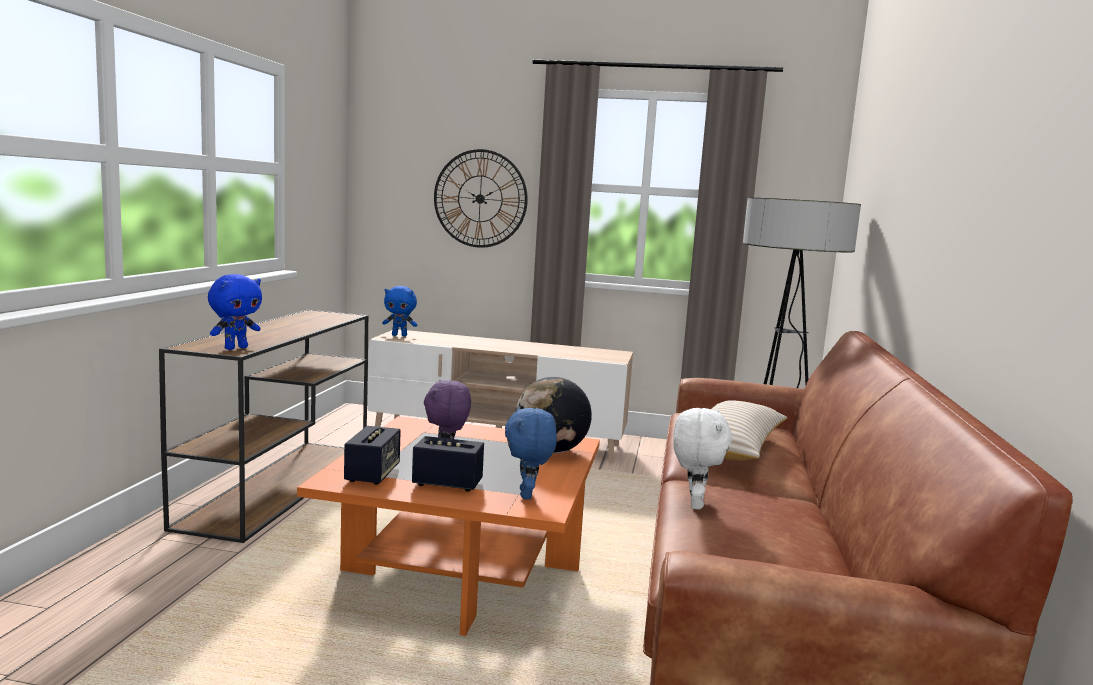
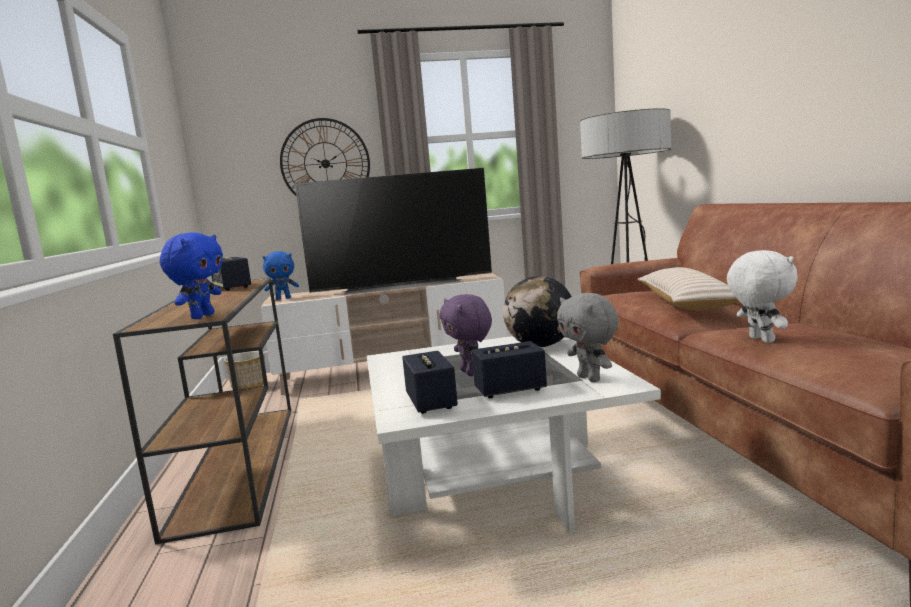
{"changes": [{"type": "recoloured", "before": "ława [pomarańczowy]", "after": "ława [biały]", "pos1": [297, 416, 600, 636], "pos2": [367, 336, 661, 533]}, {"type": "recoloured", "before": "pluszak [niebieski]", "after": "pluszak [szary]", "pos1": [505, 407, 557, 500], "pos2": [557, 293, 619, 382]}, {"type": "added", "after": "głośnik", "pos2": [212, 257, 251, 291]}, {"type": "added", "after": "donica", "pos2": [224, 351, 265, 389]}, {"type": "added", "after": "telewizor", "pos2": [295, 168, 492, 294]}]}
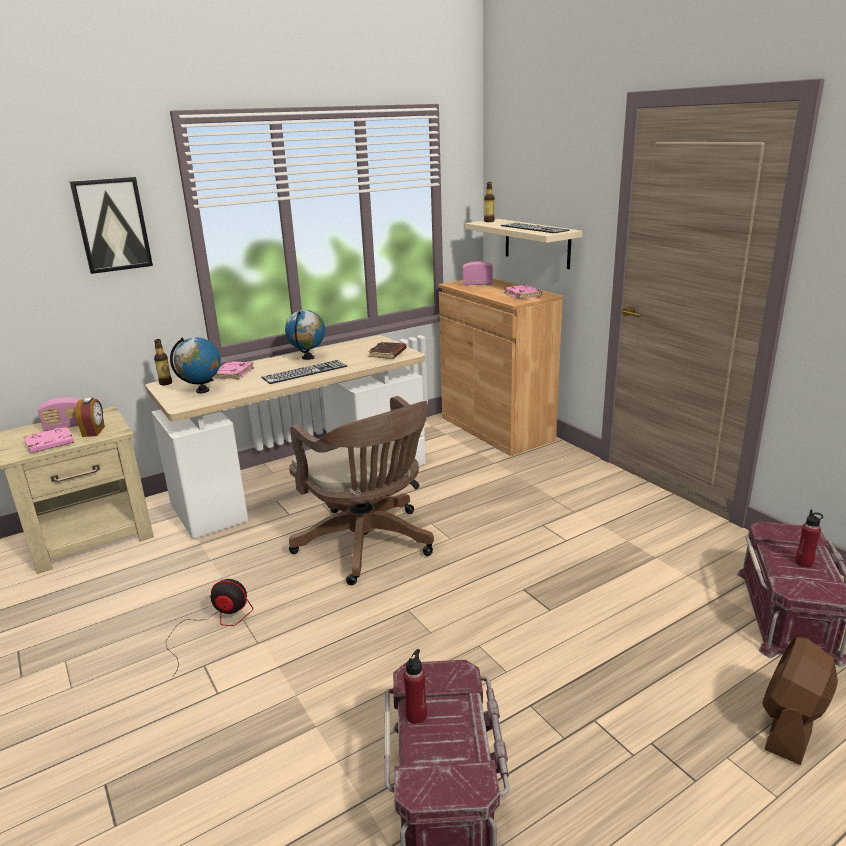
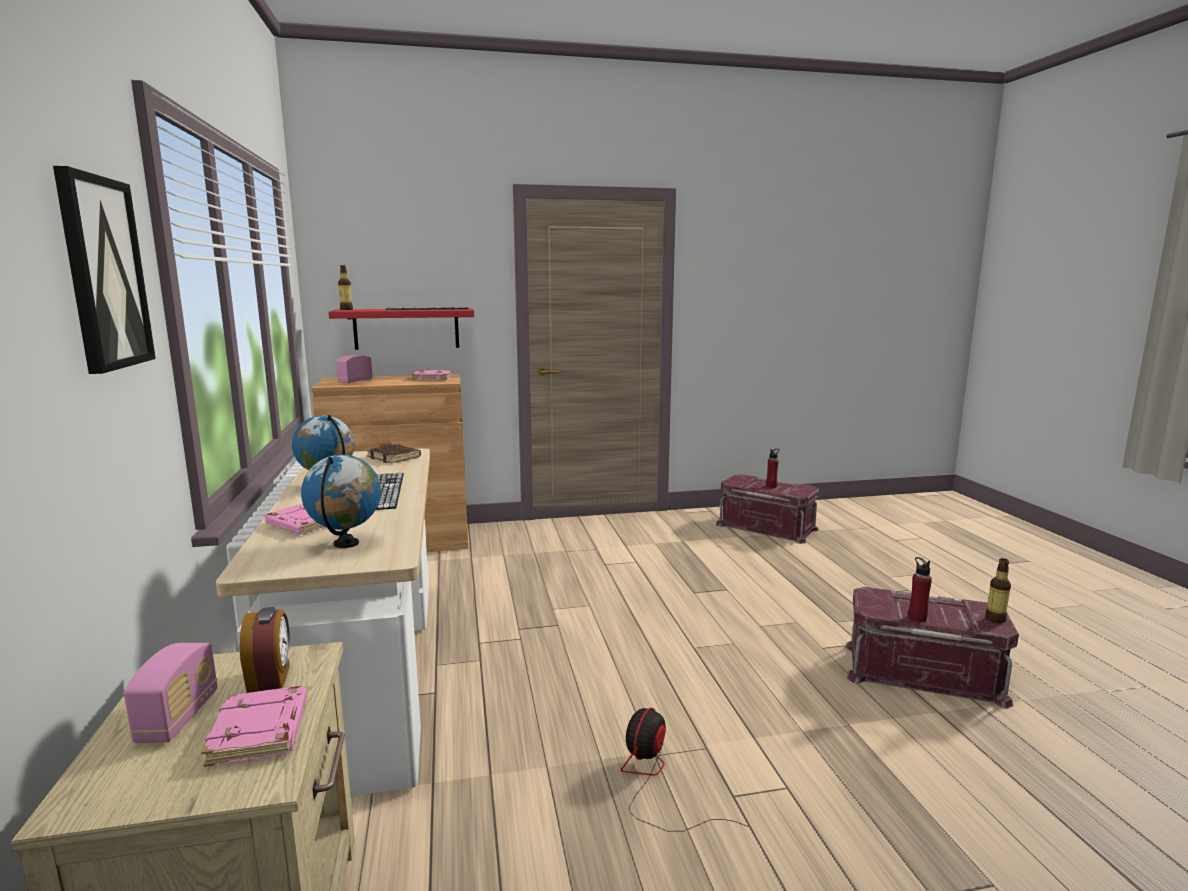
{"changes": [{"type": "turned", "before": "budzik", "pos1": [75, 397, 105, 437], "pos2": [240, 607, 290, 693], "turn": 60}, {"type": "moved", "before": "butelka", "pos1": [154, 339, 172, 385], "pos2": [985, 558, 1011, 624]}, {"type": "removed", "before": "krzesło biurowe [brązowy]", "pos1": [289, 396, 434, 585]}, {"type": "recoloured", "before": "półka [beżowy]", "after": "półka [czerwony]", "pos1": [465, 219, 582, 269], "pos2": [328, 308, 474, 350]}, {"type": "removed", "before": "wentylator [brązowy]", "pos1": [762, 637, 838, 765]}]}
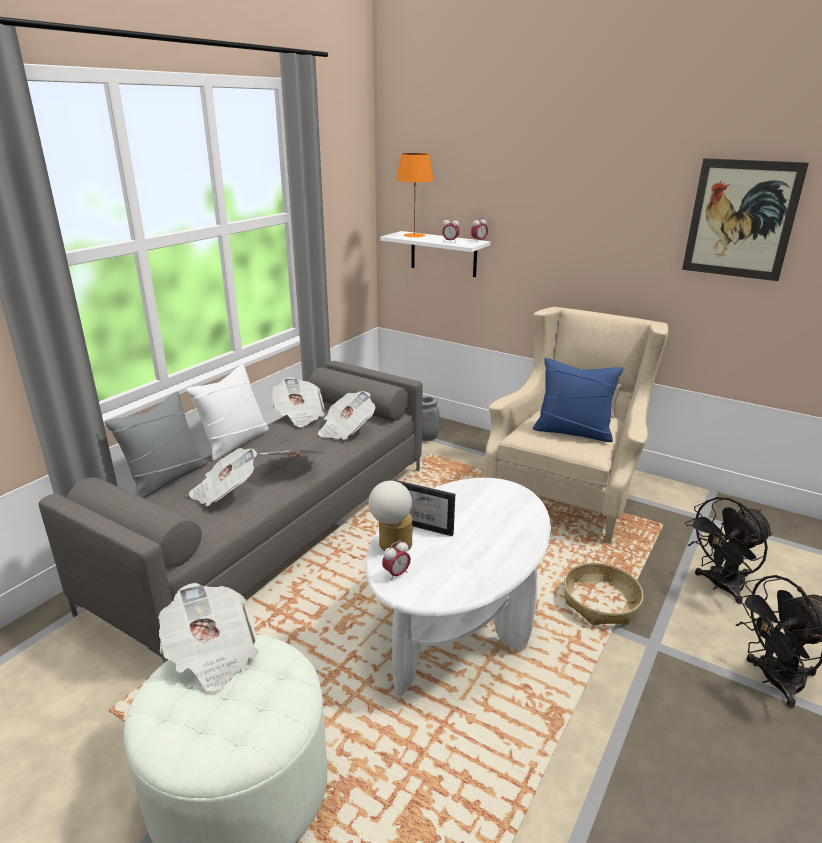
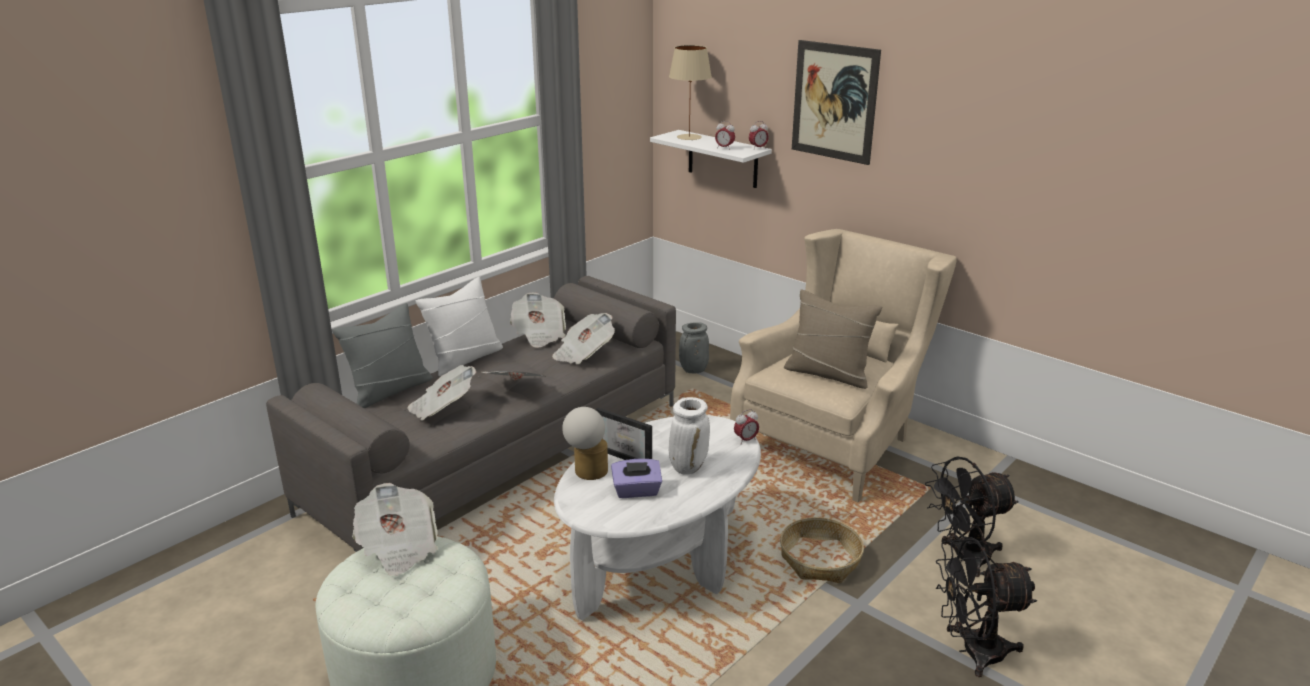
{"changes": [{"type": "moved", "before": "budzik", "pos1": [382, 540, 411, 581], "pos2": [734, 409, 759, 443]}, {"type": "recoloured", "before": "lampa stołowa [pomarańczowy]", "after": "lampa stołowa [beżowy]", "pos1": [396, 153, 434, 237], "pos2": [669, 45, 712, 140]}, {"type": "recoloured", "before": "poduszka [niebieski]", "after": "poduszka [beżowy]", "pos1": [533, 358, 623, 442], "pos2": [784, 290, 882, 389]}, {"type": "moved", "before": "obraz", "pos1": [682, 158, 809, 281], "pos2": [792, 40, 881, 165]}, {"type": "added", "after": "pudełko chusteczek [fioletowy]", "pos2": [611, 459, 662, 498]}, {"type": "added", "after": "wazon [biały]", "pos2": [669, 397, 710, 475]}]}
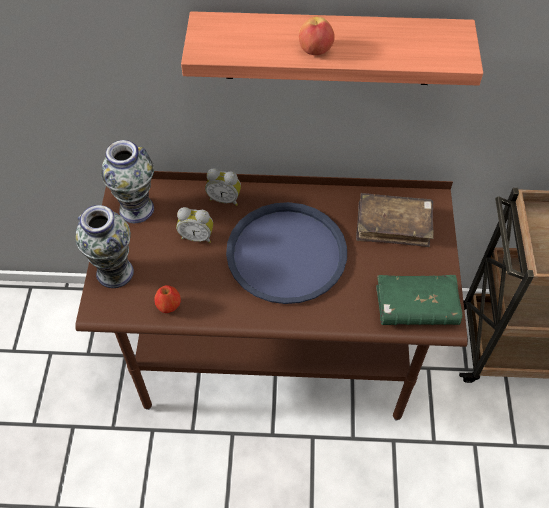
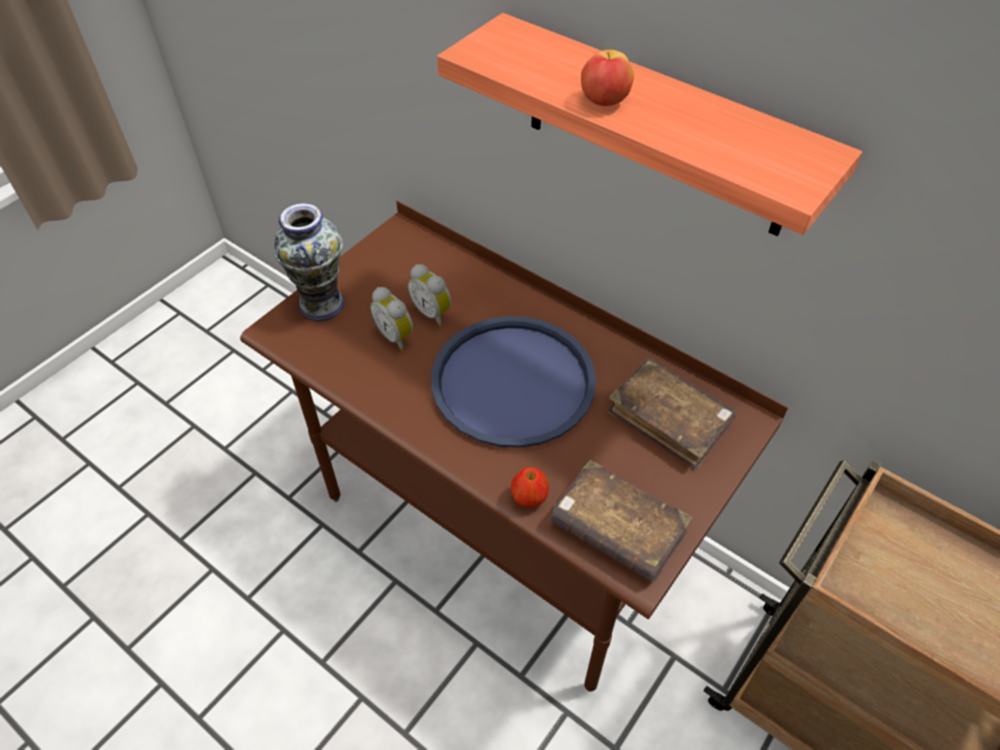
{"changes": [{"type": "removed", "before": "wazon", "pos1": [101, 140, 154, 223]}, {"type": "moved", "before": "jabłko", "pos1": [154, 285, 181, 313], "pos2": [511, 467, 549, 507]}, {"type": "moved", "before": "budzik", "pos1": [205, 168, 241, 206], "pos2": [370, 287, 413, 351]}, {"type": "recoloured", "before": "książka [zielony]", "after": "książka [brązowy]", "pos1": [376, 275, 462, 325], "pos2": [551, 460, 692, 582]}]}
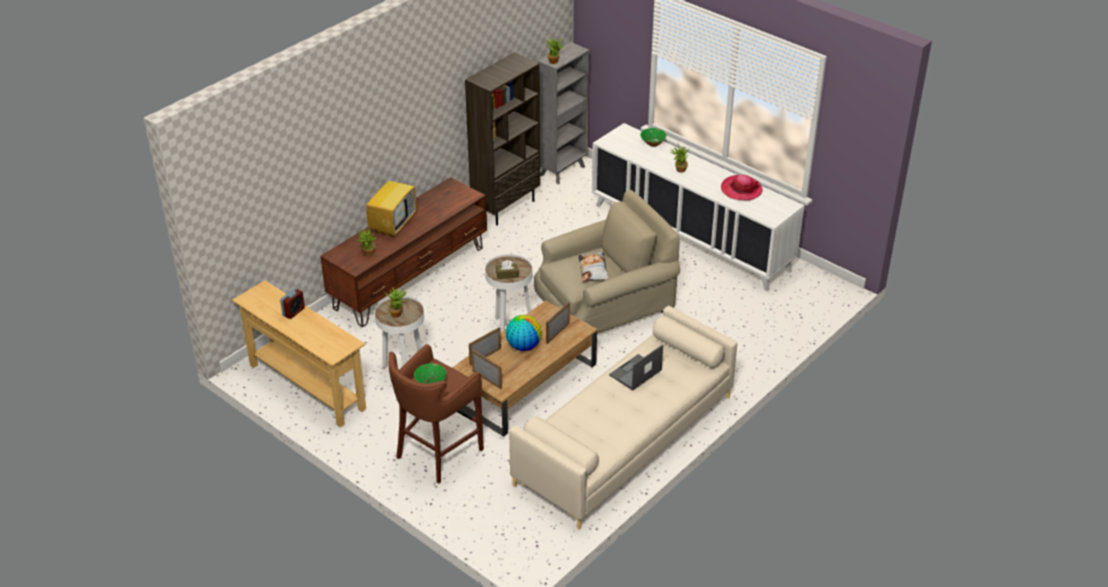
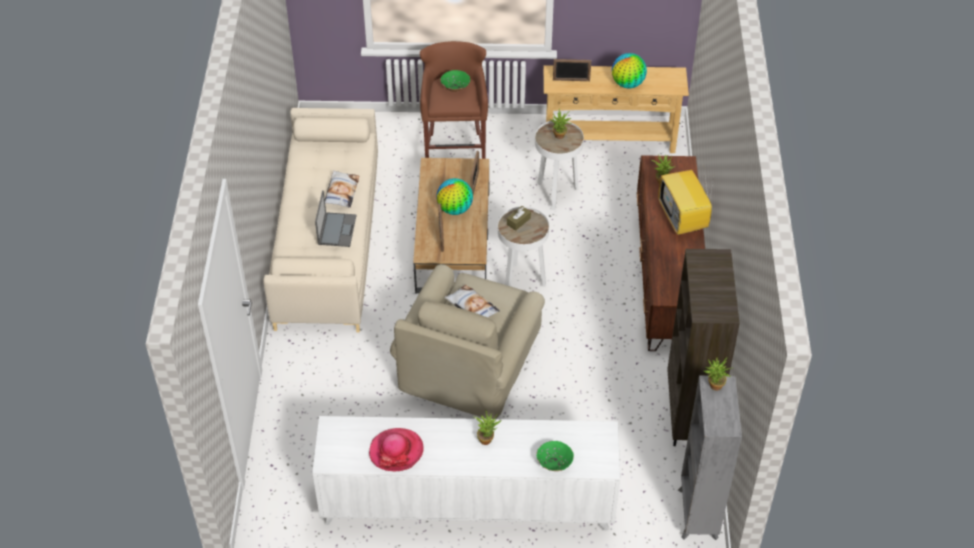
{"changes": [{"type": "replaced", "before": "budzik", "after": "globus", "pos1": [280, 288, 305, 319], "pos2": [612, 53, 647, 88]}, {"type": "moved", "before": "ramka na zdjęcie", "pos1": [472, 350, 502, 389], "pos2": [553, 59, 591, 81]}, {"type": "added", "after": "poduszka", "pos2": [325, 170, 359, 208]}]}
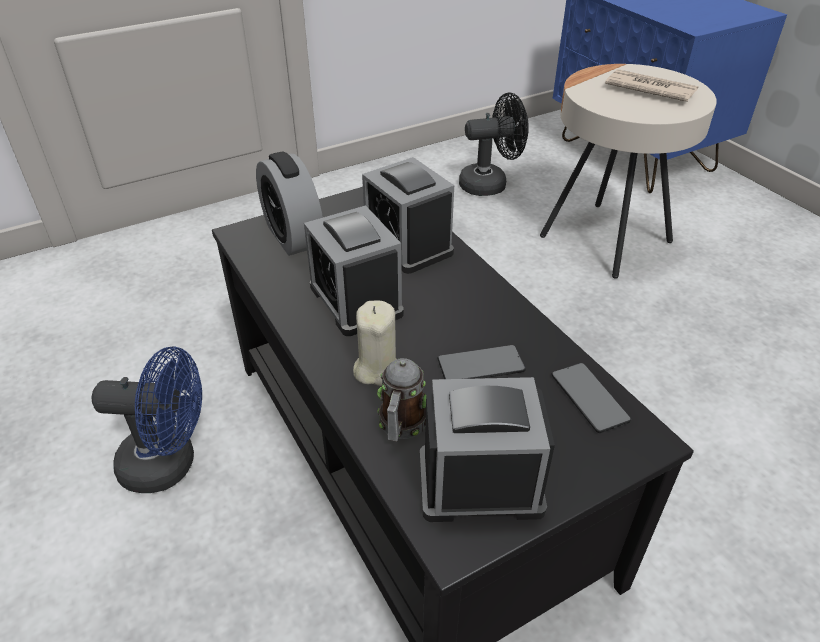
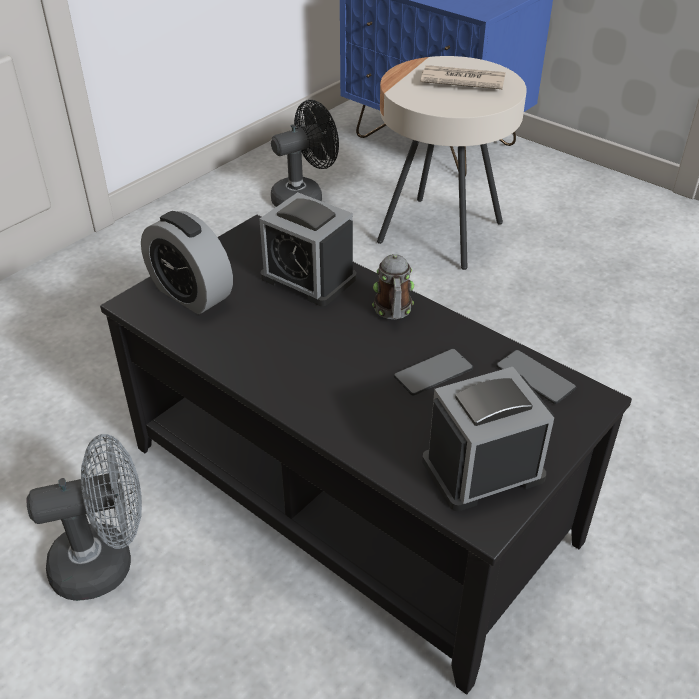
{"changes": [{"type": "recoloured", "before": "wentylator [niebieski]", "after": "wentylator [szary]", "pos1": [92, 346, 202, 493], "pos2": [26, 434, 142, 601]}, {"type": "removed", "before": "budzik", "pos1": [304, 205, 404, 336]}, {"type": "removed", "before": "świeca [beżowy]", "pos1": [353, 301, 396, 386]}, {"type": "moved", "before": "kubek", "pos1": [377, 358, 426, 442], "pos2": [372, 254, 414, 319]}]}
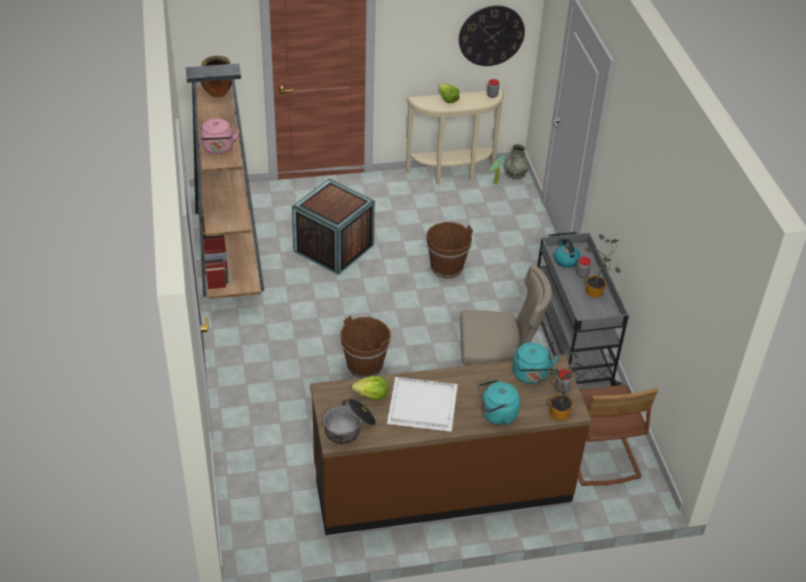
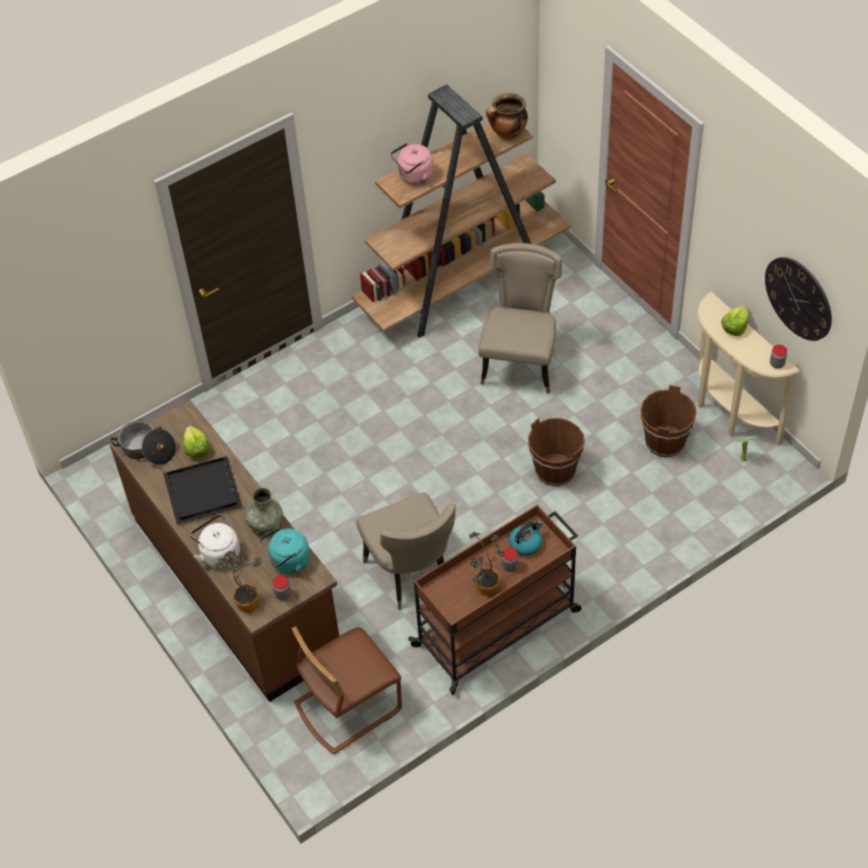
{"changes": [{"type": "replaced", "before": "skrzynka", "after": "krzesło [beżowy]", "pos1": [292, 179, 375, 275], "pos2": [478, 243, 562, 394]}, {"type": "moved", "before": "wiadro [brązowy]", "pos1": [340, 315, 391, 378], "pos2": [640, 385, 697, 457]}, {"type": "recoloured", "before": "taca [biały]", "after": "taca [czarny]", "pos1": [387, 377, 458, 432], "pos2": [163, 456, 242, 525]}, {"type": "recoloured", "before": "czajnik [turkusowy]", "after": "czajnik [biały]", "pos1": [478, 379, 520, 425], "pos2": [190, 514, 240, 568]}, {"type": "moved", "before": "wazon [szary]", "pos1": [504, 144, 529, 179], "pos2": [244, 488, 283, 535]}, {"type": "recoloured", "before": "wózek [szary]", "after": "wózek [brązowy]", "pos1": [537, 232, 629, 386], "pos2": [408, 505, 581, 695]}]}
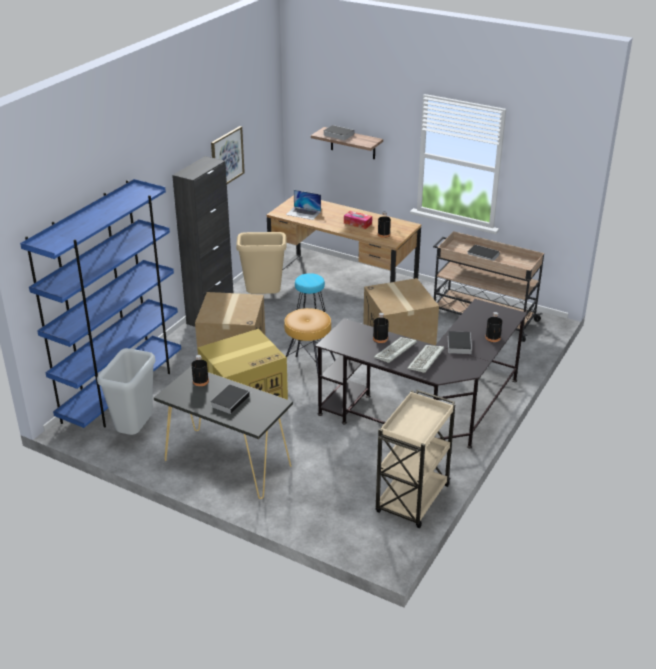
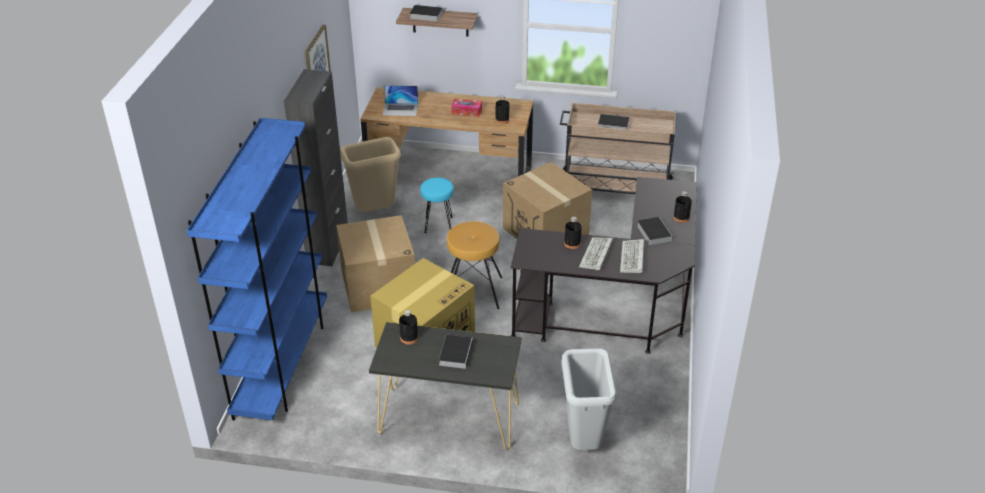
{"changes": [{"type": "moved", "before": "kosz na śmieci [szary]", "pos1": [97, 348, 156, 435], "pos2": [561, 349, 617, 450]}, {"type": "removed", "before": "wózek [beżowy]", "pos1": [376, 390, 455, 528]}]}
